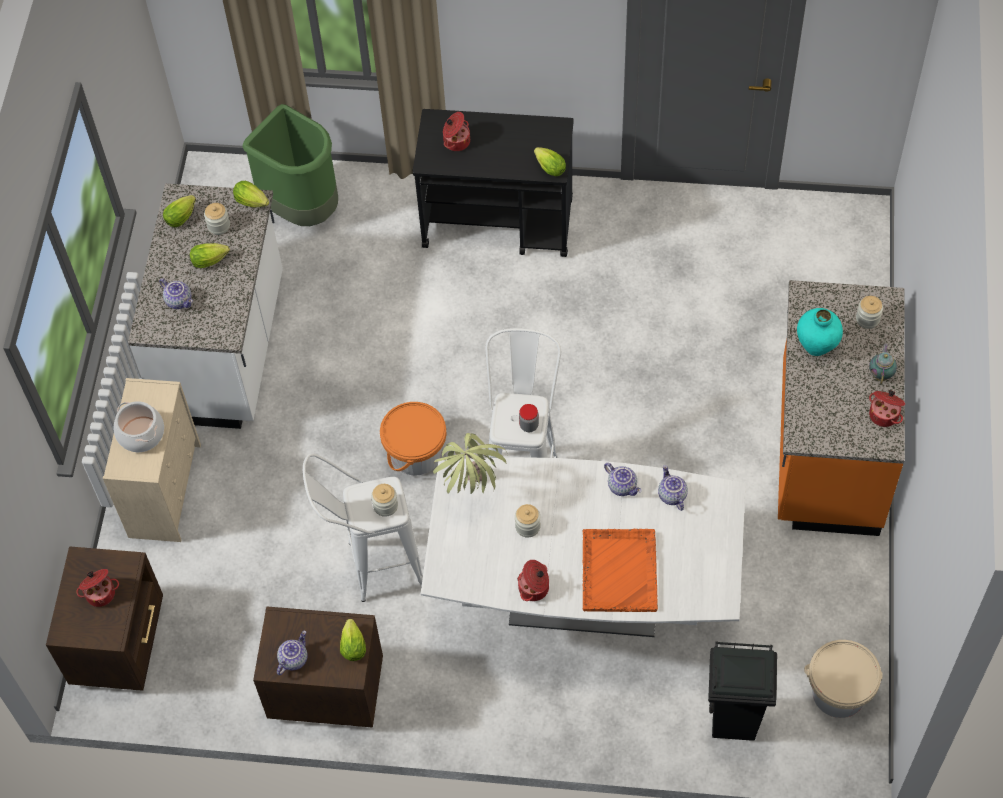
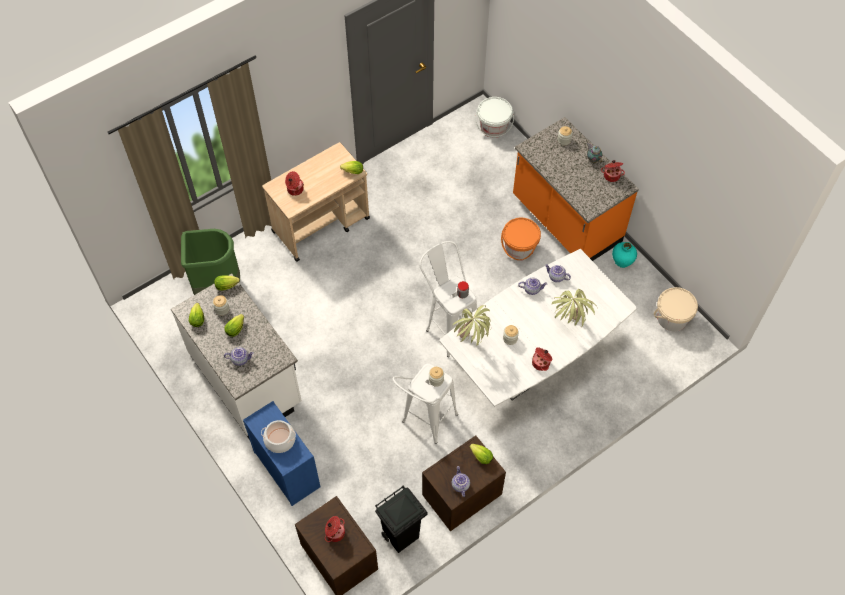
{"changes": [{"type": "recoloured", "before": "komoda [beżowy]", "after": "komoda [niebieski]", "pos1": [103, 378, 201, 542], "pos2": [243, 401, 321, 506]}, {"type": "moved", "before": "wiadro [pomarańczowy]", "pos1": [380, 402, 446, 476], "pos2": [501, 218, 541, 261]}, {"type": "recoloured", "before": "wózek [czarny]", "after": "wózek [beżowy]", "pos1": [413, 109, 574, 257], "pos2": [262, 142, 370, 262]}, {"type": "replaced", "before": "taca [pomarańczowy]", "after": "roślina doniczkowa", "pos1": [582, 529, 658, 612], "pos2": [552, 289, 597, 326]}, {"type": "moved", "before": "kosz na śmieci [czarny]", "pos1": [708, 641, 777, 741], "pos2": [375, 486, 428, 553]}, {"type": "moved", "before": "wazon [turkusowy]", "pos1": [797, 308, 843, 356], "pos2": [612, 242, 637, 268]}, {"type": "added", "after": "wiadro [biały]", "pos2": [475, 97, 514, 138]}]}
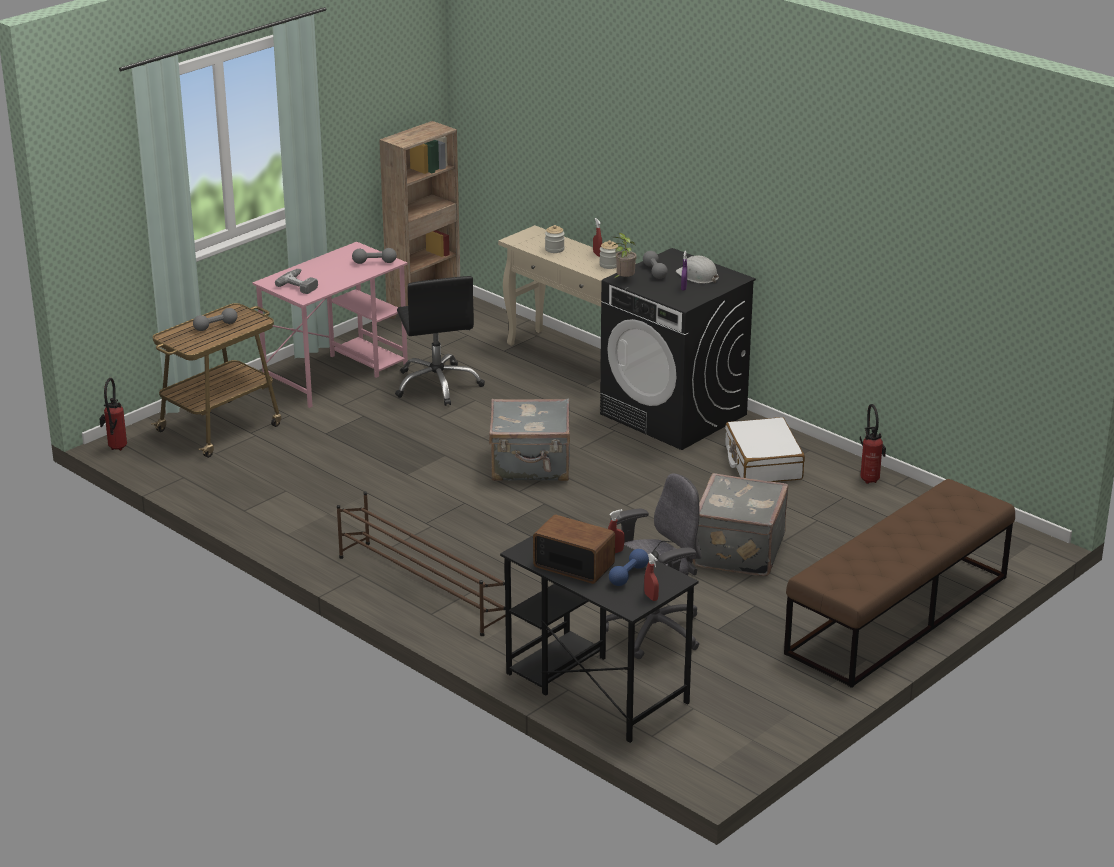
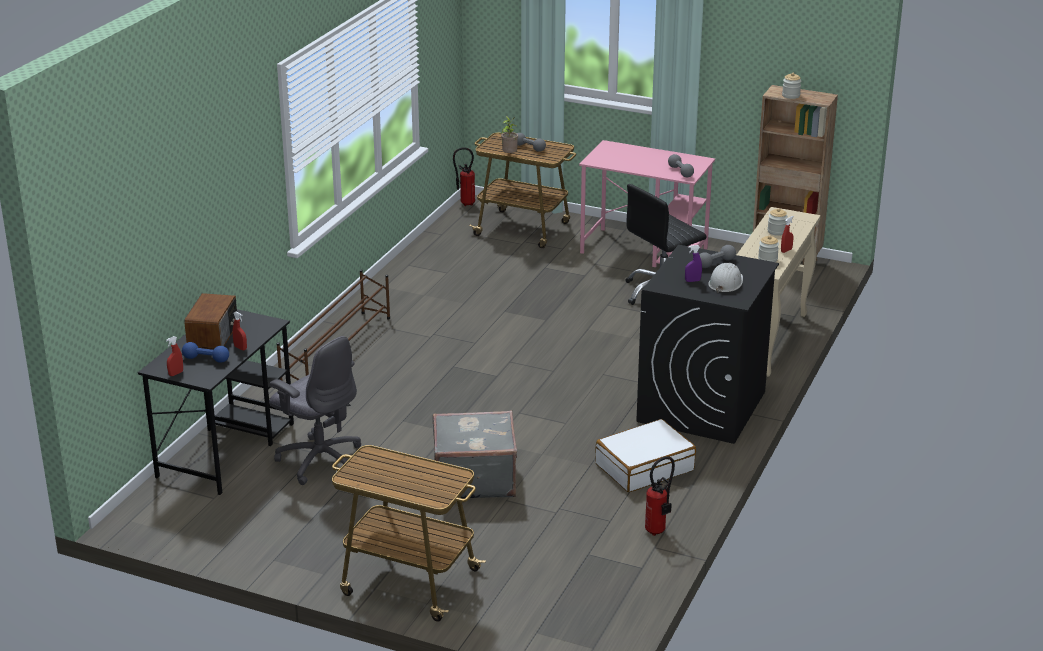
{"changes": [{"type": "removed", "before": "wiertarka", "pos1": [275, 269, 318, 294]}, {"type": "removed", "before": "walizka [szary]", "pos1": [489, 398, 570, 481]}, {"type": "moved", "before": "roślina doniczkowa", "pos1": [613, 233, 636, 279], "pos2": [501, 116, 518, 153]}, {"type": "replaced", "before": "ławka [brązowy]", "after": "wózek", "pos1": [784, 479, 1015, 688], "pos2": [332, 445, 486, 622]}, {"type": "added", "after": "słoik", "pos2": [782, 73, 801, 99]}]}
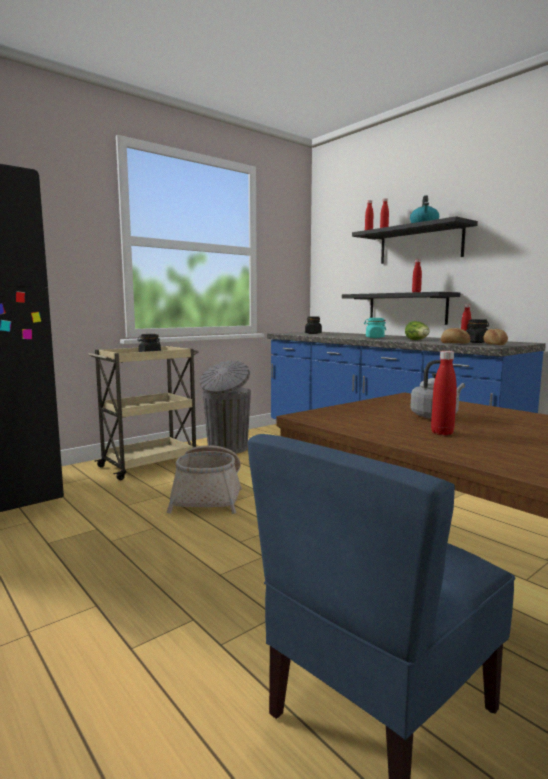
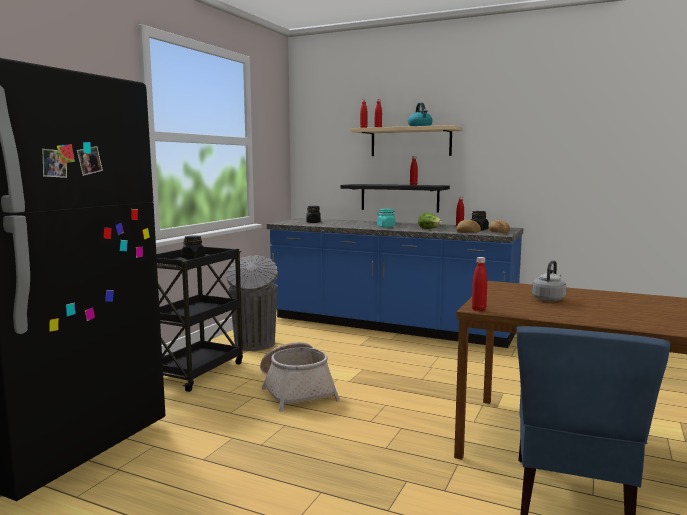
{"changes": [{"type": "recoloured", "before": "wózek [beżowy]", "after": "wózek [czarny]", "pos1": [88, 346, 198, 480], "pos2": [156, 247, 243, 392]}, {"type": "recoloured", "before": "półka [czarny]", "after": "półka [beżowy]", "pos1": [352, 216, 478, 264], "pos2": [350, 125, 463, 156]}, {"type": "moved", "before": "butelka [czerwony]", "pos1": [431, 351, 457, 435], "pos2": [472, 257, 487, 311]}]}
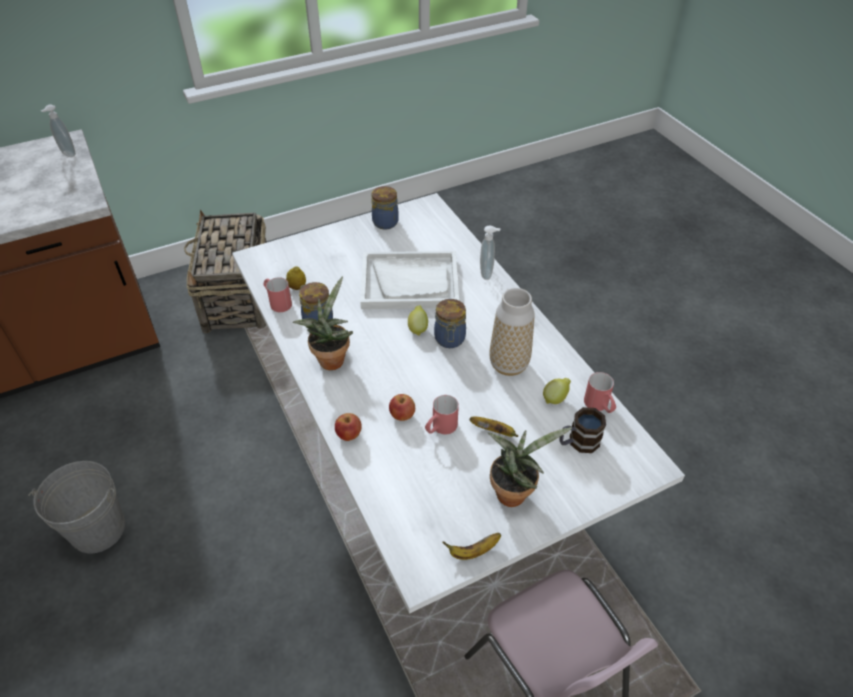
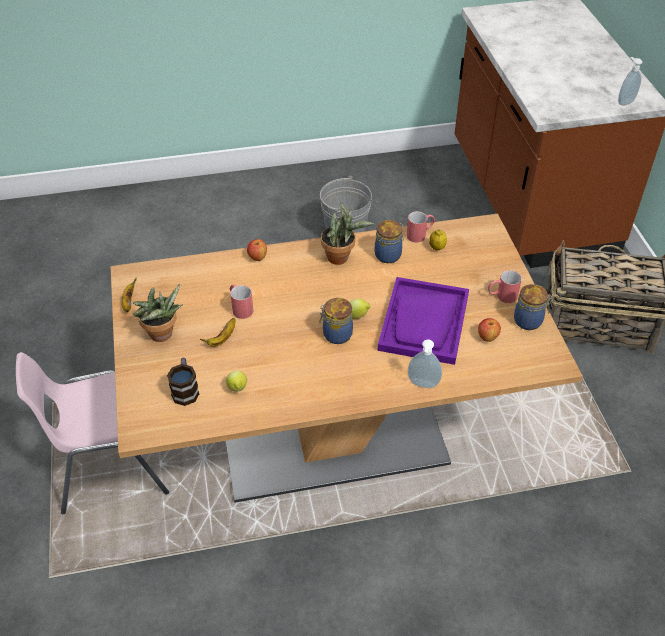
{"changes": [{"type": "recoloured", "before": "stół jadalny [biały]", "after": "stół jadalny [brązowy]", "pos1": [232, 193, 685, 613], "pos2": [111, 214, 582, 503]}, {"type": "recoloured", "before": "taca [biały]", "after": "taca [fioletowy]", "pos1": [360, 251, 460, 309], "pos2": [377, 277, 469, 365]}, {"type": "moved", "before": "jabłko", "pos1": [389, 394, 415, 421], "pos2": [478, 318, 501, 342]}, {"type": "removed", "before": "wazon", "pos1": [489, 288, 535, 376]}, {"type": "moved", "before": "kubek [czerwony]", "pos1": [584, 372, 616, 413], "pos2": [488, 270, 522, 303]}]}
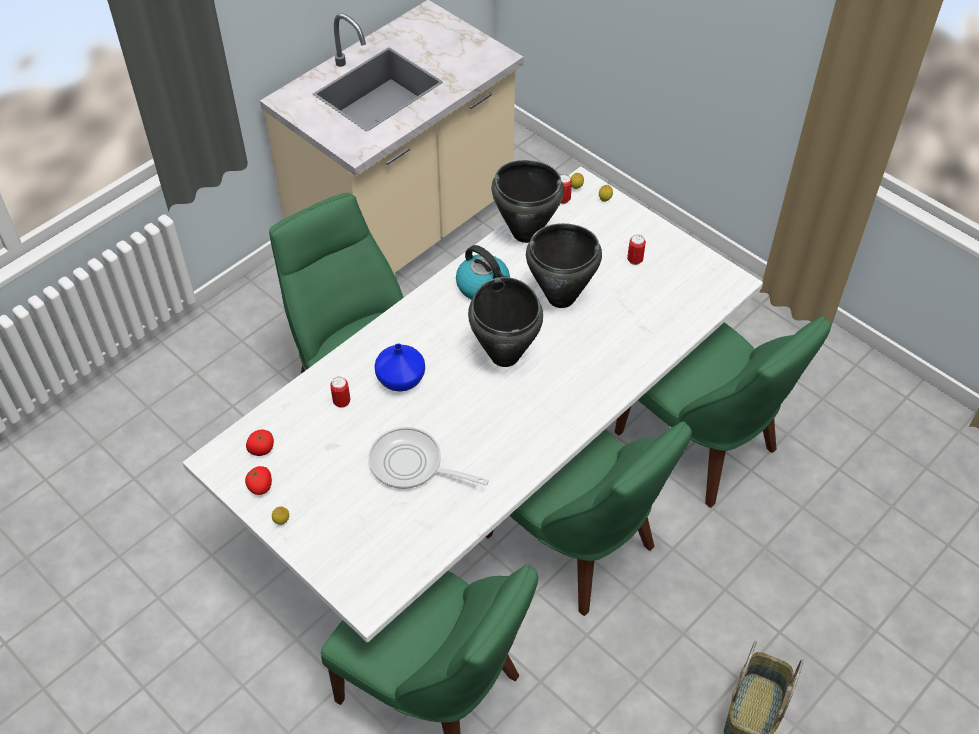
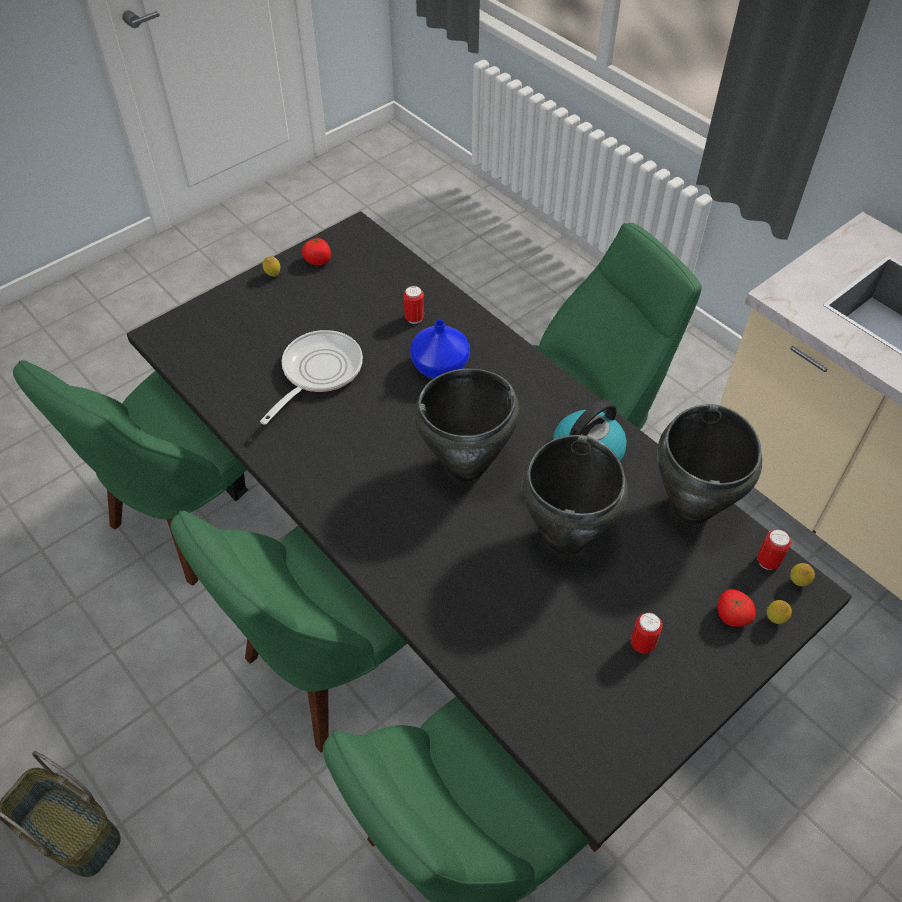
{"changes": [{"type": "recoloured", "before": "stół jadalny [biały]", "after": "stół jadalny [czarny]", "pos1": [183, 167, 763, 642], "pos2": [127, 211, 852, 848]}, {"type": "moved", "before": "pomidor", "pos1": [246, 430, 274, 456], "pos2": [717, 589, 756, 627]}]}
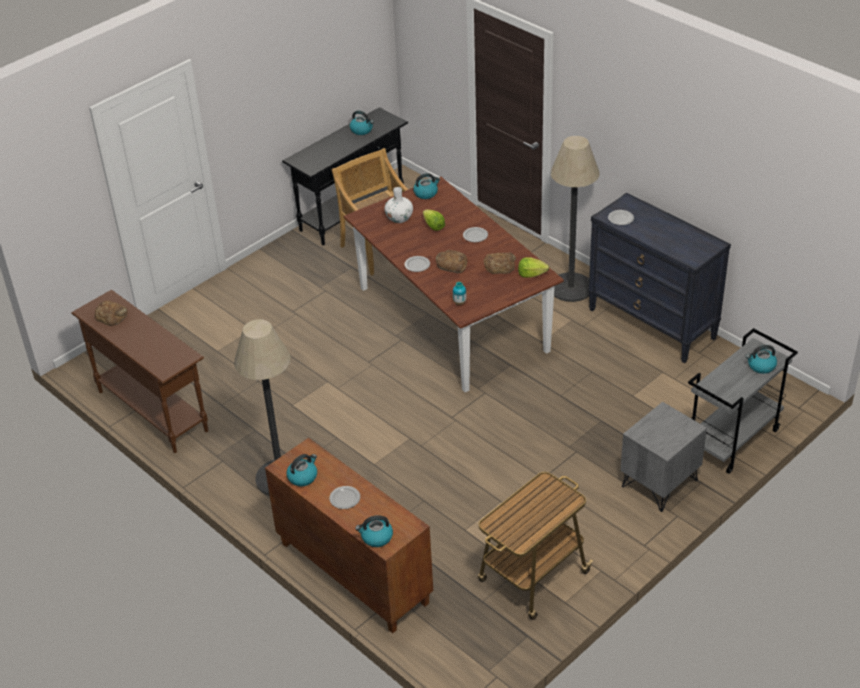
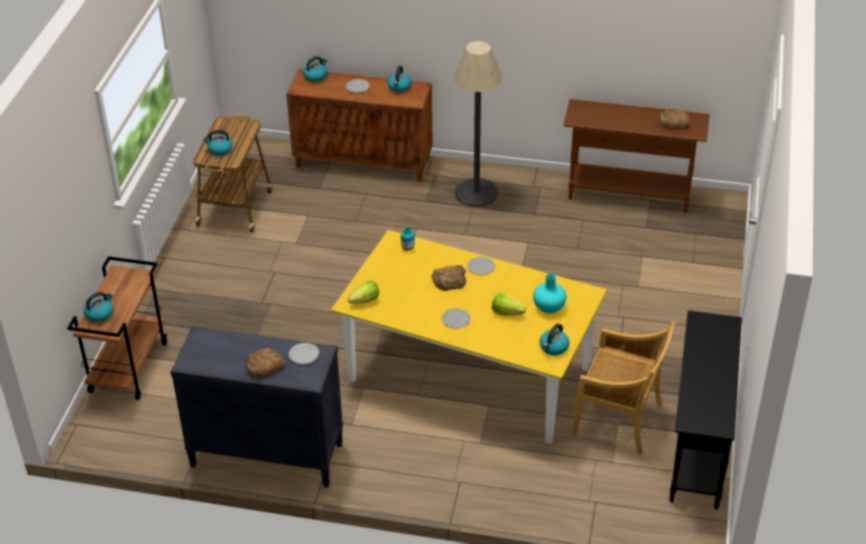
{"changes": [{"type": "recoloured", "before": "stół jadalny [brązowy]", "after": "stół jadalny [żółty]", "pos1": [344, 177, 564, 392], "pos2": [331, 230, 607, 444]}, {"type": "moved", "before": "czajnik", "pos1": [350, 111, 374, 135], "pos2": [203, 130, 233, 156]}, {"type": "recoloured", "before": "wazon [biały]", "after": "wazon [turkusowy]", "pos1": [385, 187, 413, 223], "pos2": [533, 273, 566, 313]}, {"type": "moved", "before": "chleb", "pos1": [483, 253, 516, 274], "pos2": [246, 348, 285, 378]}, {"type": "removed", "before": "lampa stojąca", "pos1": [551, 136, 600, 302]}, {"type": "removed", "before": "szafka nocna [szary]", "pos1": [620, 402, 707, 512]}, {"type": "recoloured", "before": "wózek [szary]", "after": "wózek [brązowy]", "pos1": [688, 328, 798, 474], "pos2": [67, 256, 167, 400]}]}
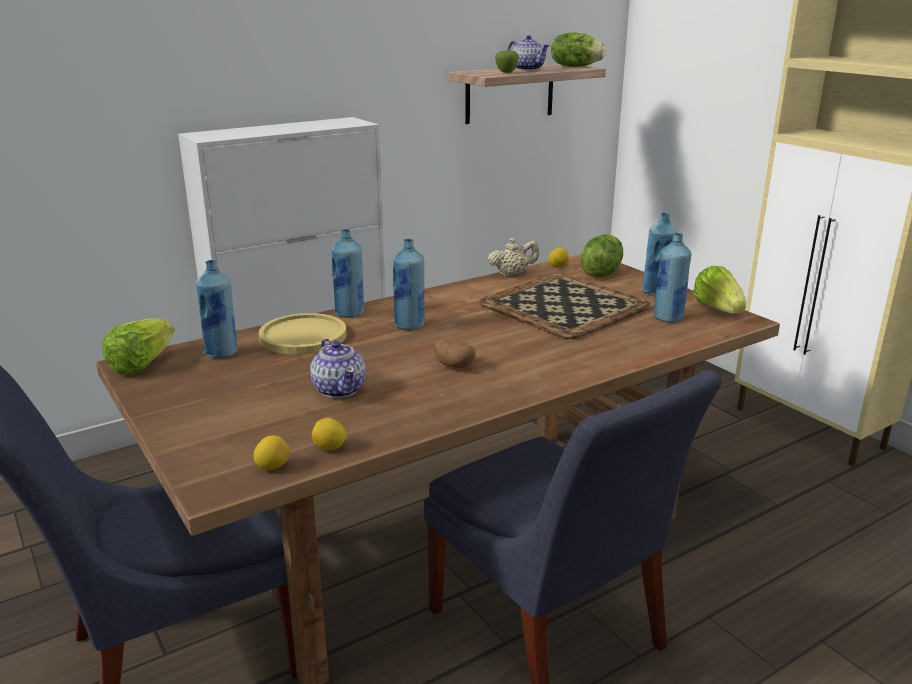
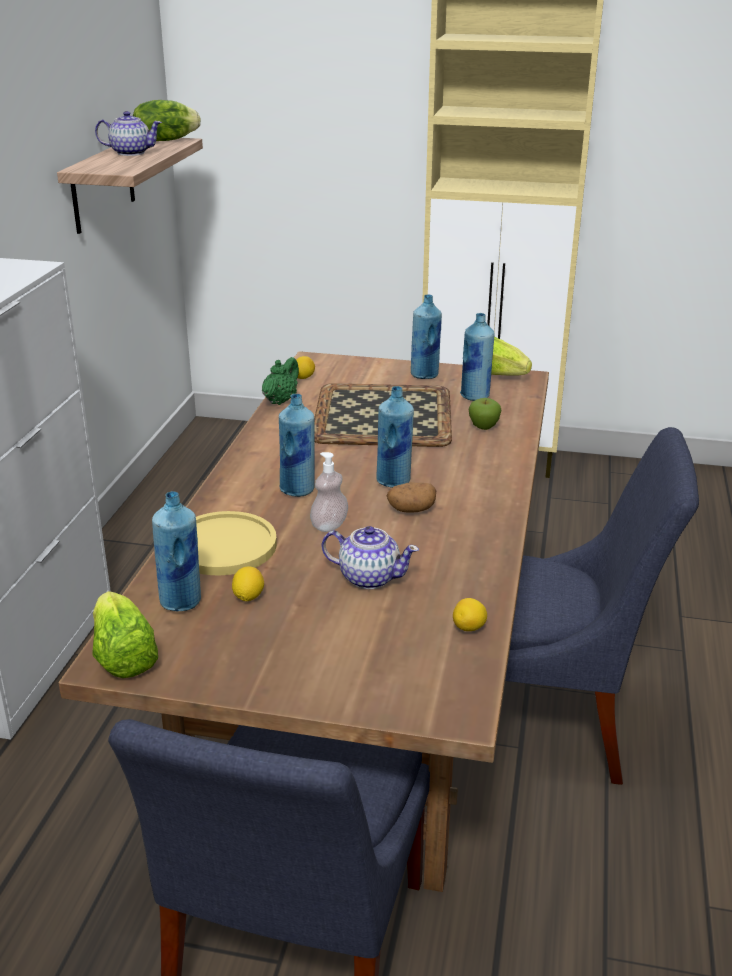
{"changes": [{"type": "moved", "before": "cytryna", "pos1": [253, 435, 290, 470], "pos2": [232, 567, 264, 601]}, {"type": "moved", "before": "butelka [niebieski]", "pos1": [332, 229, 364, 318], "pos2": [376, 386, 414, 488]}, {"type": "recoloured", "before": "imbryk [beżowy]", "after": "imbryk [zielony]", "pos1": [488, 238, 539, 277], "pos2": [262, 357, 299, 405]}, {"type": "moved", "before": "jabłko", "pos1": [495, 49, 519, 73], "pos2": [469, 398, 501, 430]}, {"type": "removed", "before": "sałata", "pos1": [580, 234, 623, 277]}, {"type": "added", "after": "dozownik mydła", "pos2": [310, 452, 348, 532]}]}
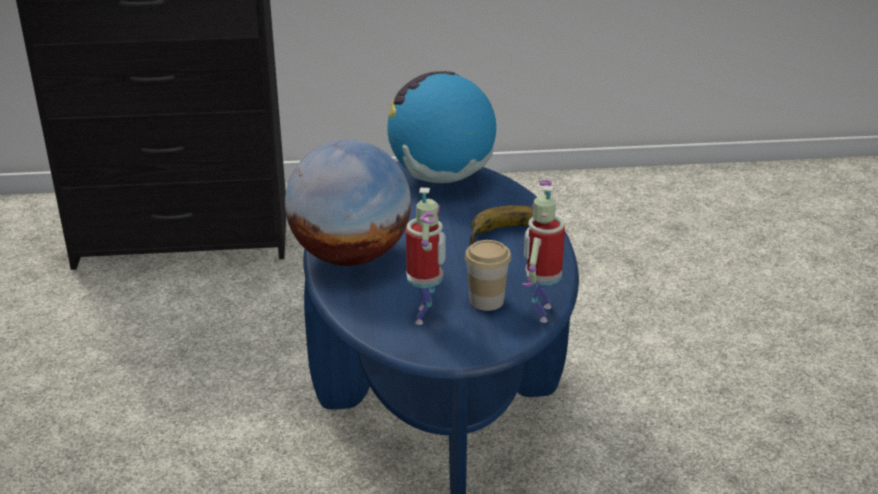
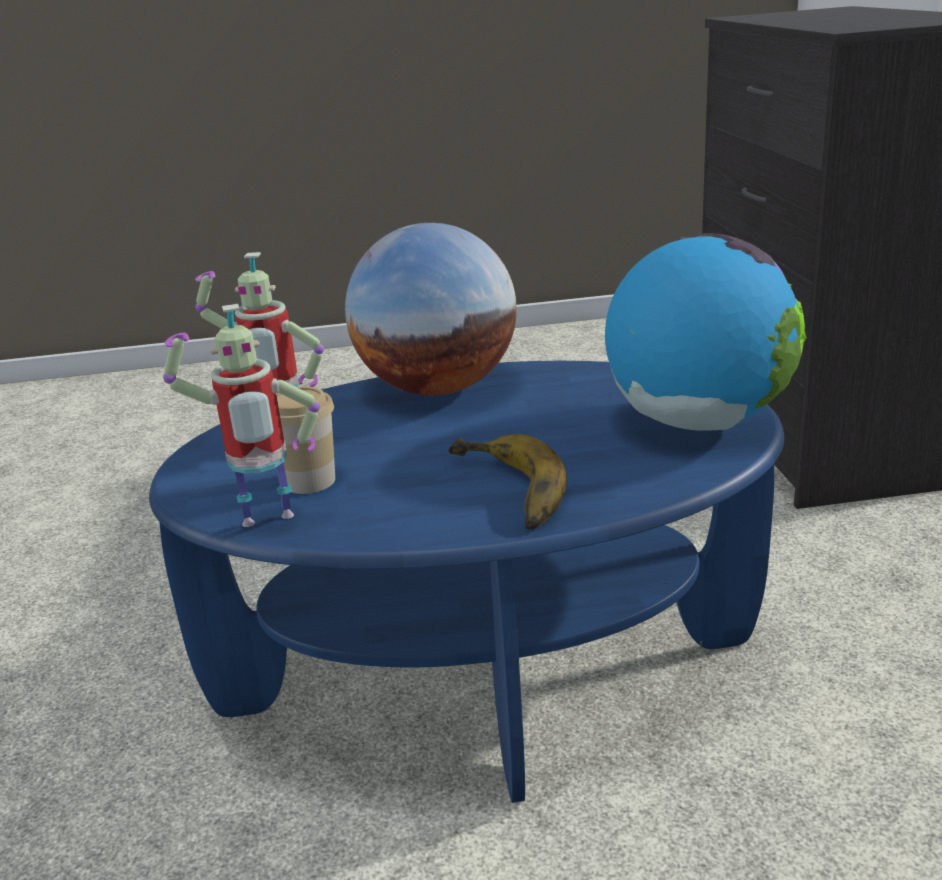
{"changes": [{"type": "turned", "before": "robot zabawkowy", "pos1": [523, 180, 565, 323], "pos2": [163, 304, 320, 527], "turn": 150}]}
